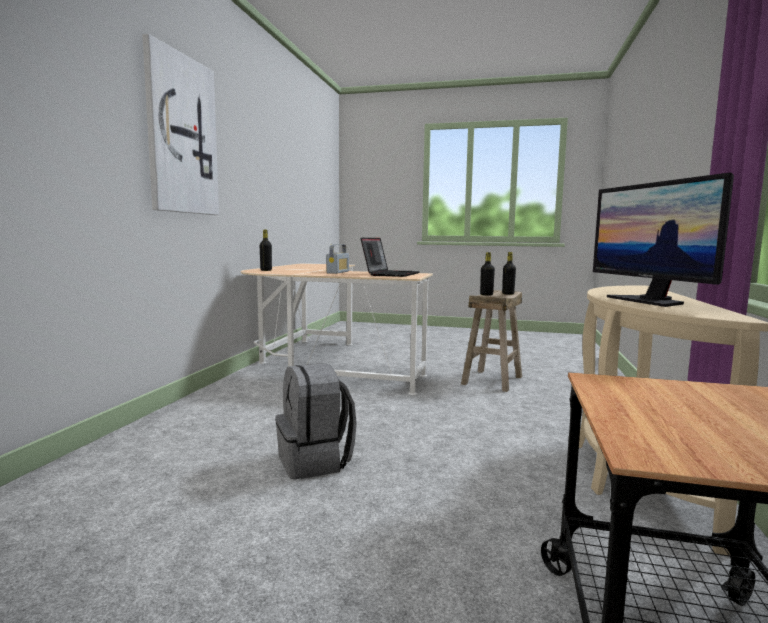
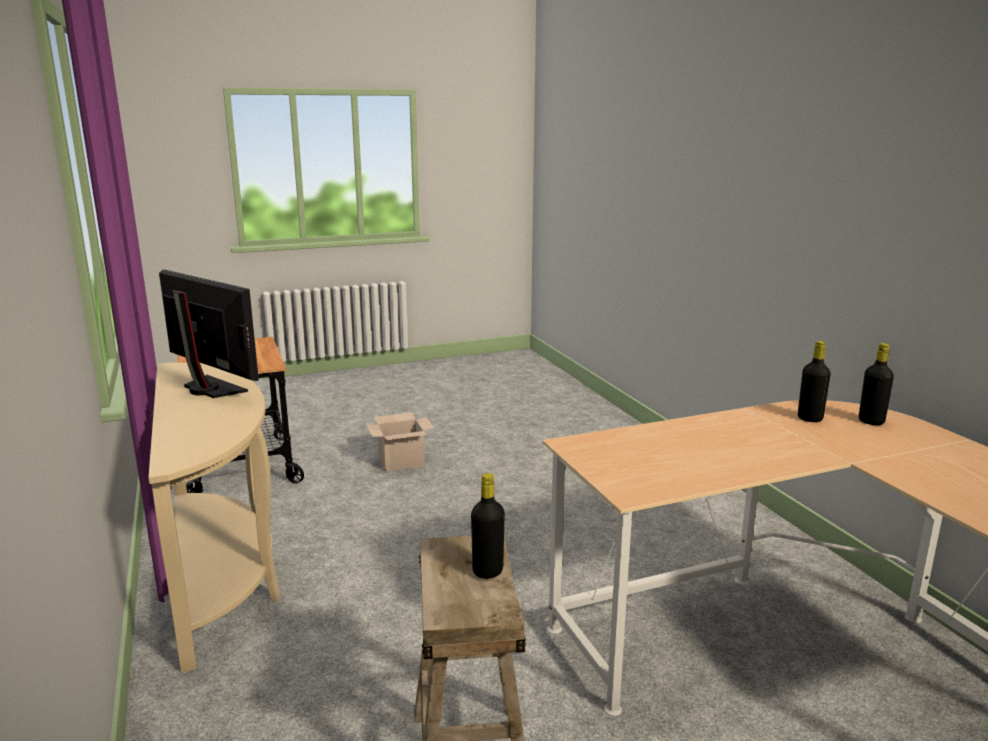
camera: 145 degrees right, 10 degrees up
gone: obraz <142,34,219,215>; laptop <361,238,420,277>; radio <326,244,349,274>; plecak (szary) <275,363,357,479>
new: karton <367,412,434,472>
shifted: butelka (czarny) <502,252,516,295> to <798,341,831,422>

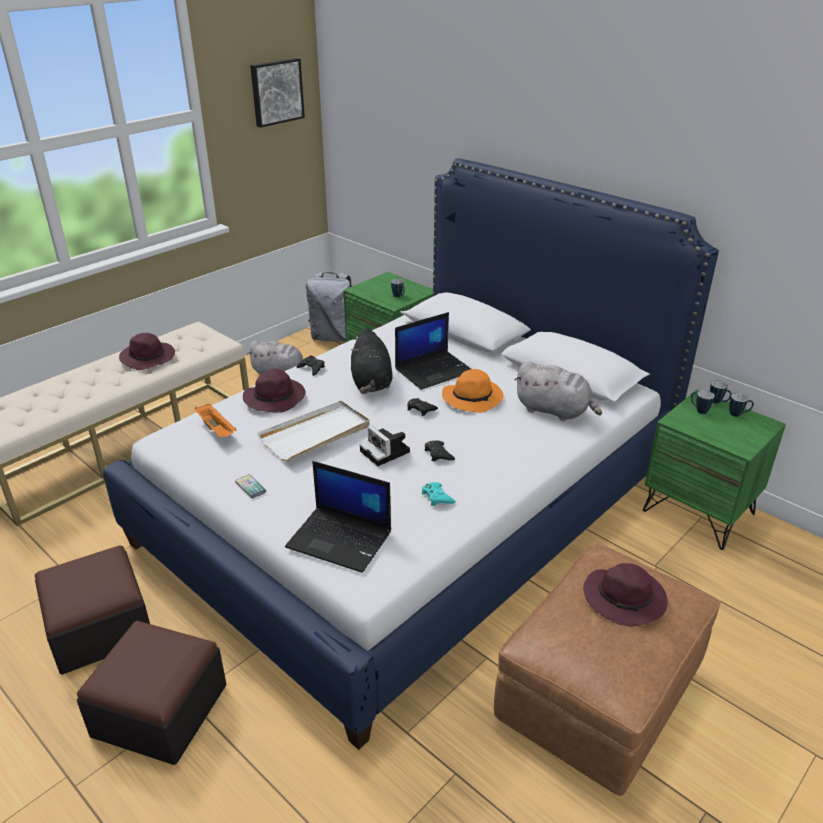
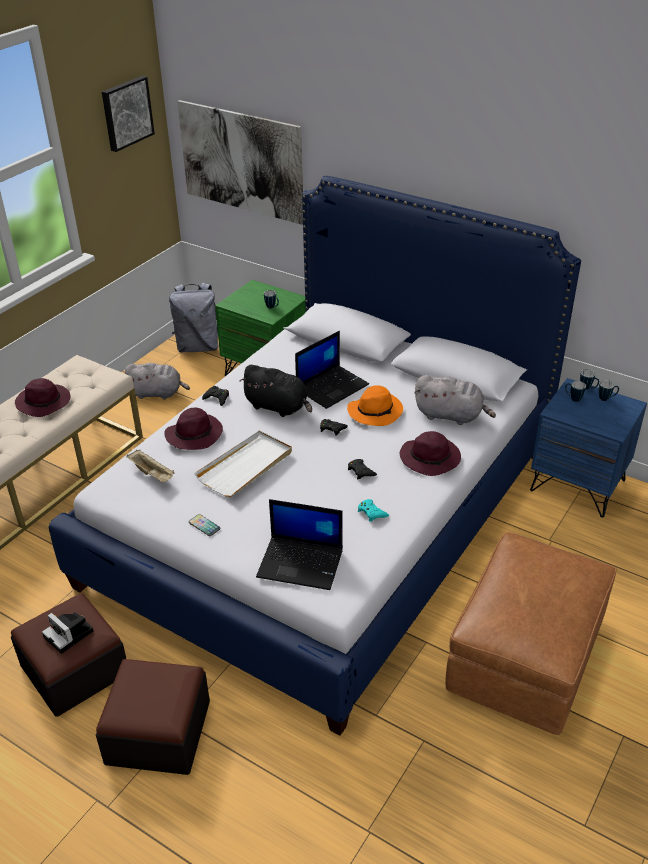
camera: 10 degrees left, 5 degrees up
new: obraz <177,100,303,225>
shifted: aparat fotograficzny <360,426,410,466> to <42,612,94,654>; kapelusz (fioletowy) <583,563,668,626> to <400,431,461,476>
repainted: szafka nocna (zielony) <643,390,786,550> to szafka nocna (niebieski) <530,378,647,518>; taca (pomarańczowy) <195,404,237,438> to taca (beżowy) <127,450,175,483>
rotated: pluszak (czarny) <351,328,393,394> = <239,365,312,417> 45 degrees counterclockwise

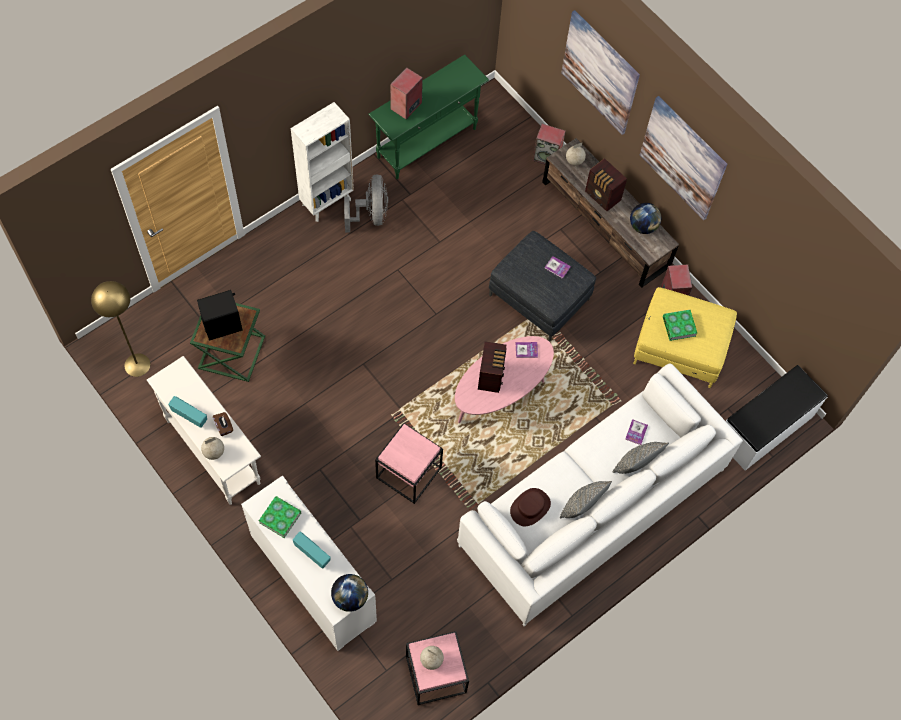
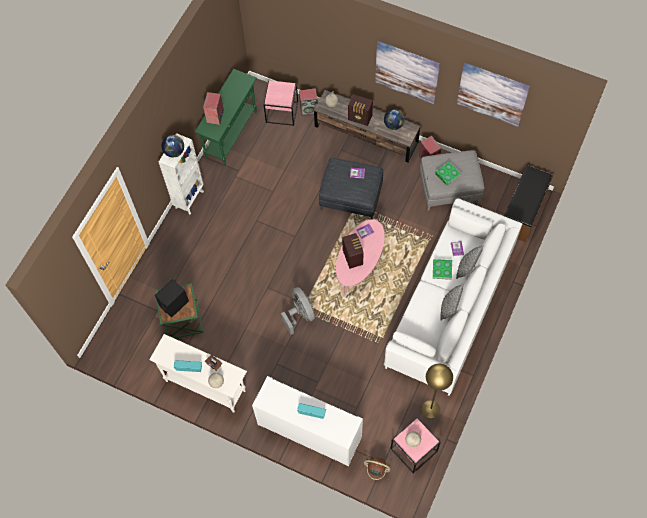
camera: 20 degrees left, 0 degrees up
gone: kapelusz (brązowy) <510,488,551,526>
new: wentylator (brązowy) <362,457,391,483>
shifted: obraz <561,10,640,135> to <457,63,530,127>; wentylator (szary) <344,175,388,232> to <281,287,315,335>; lampa stojąca (żółty) <91,281,150,377> to <422,364,453,418>; stolik (różowy) <375,423,443,504> to <264,80,298,126>; książka <259,496,301,538> to <433,259,452,280>; globus <331,574,368,612> to <161,135,184,157>
repainted: pufa (żółty) <633,287,737,388> to pufa (szary) <420,150,484,210>; ławka (biały) <726,365,828,470> to ławka (brązowy) <504,165,553,242>

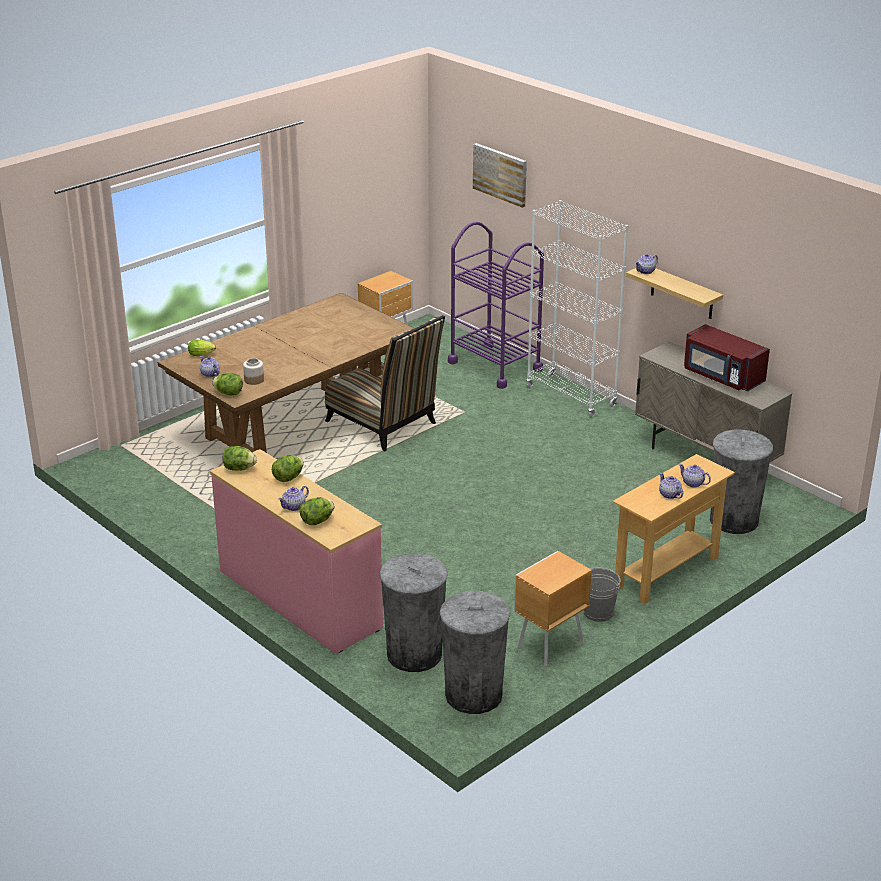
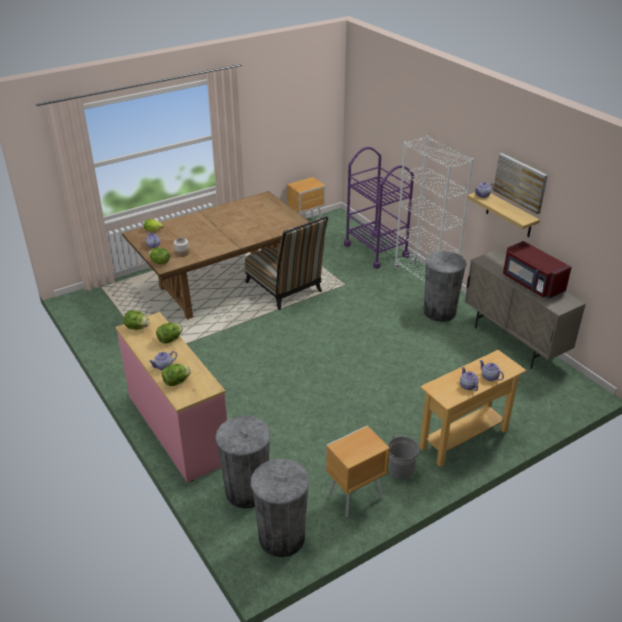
camera: 10 degrees right, 5 degrees up
shifted: obraz <473,143,527,208> to <493,153,548,214>; kosz na śmieci (szary) <710,430,773,534> to <423,251,467,322>

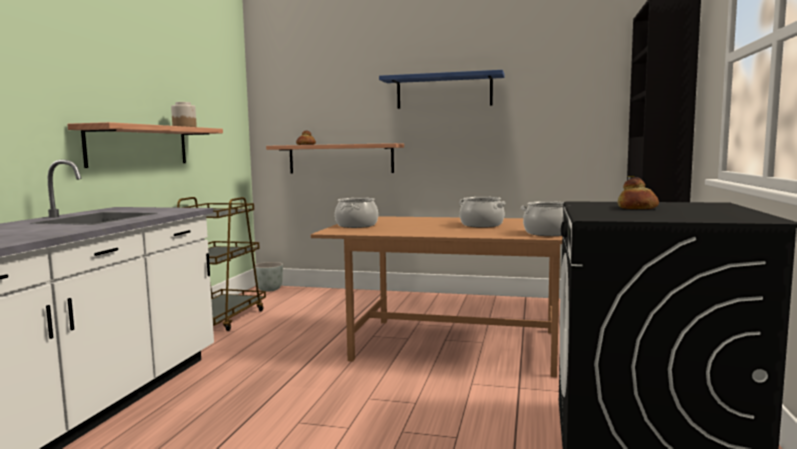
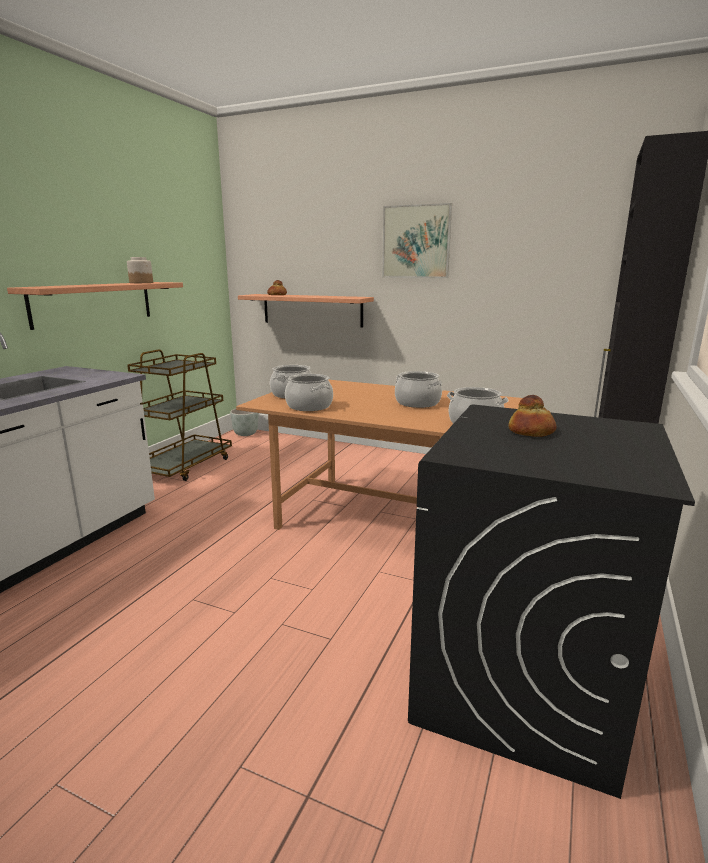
camera: 10 degrees right, 10 degrees up
new: garnek <285,374,333,411>
swapped: półka (niebieski) <379,70,505,109> to obraz <382,203,452,278>

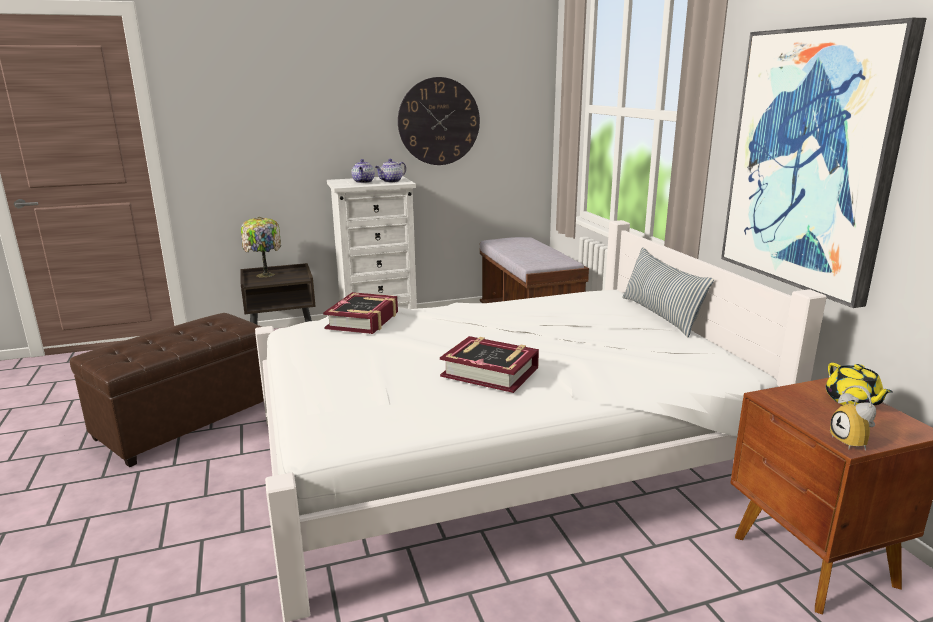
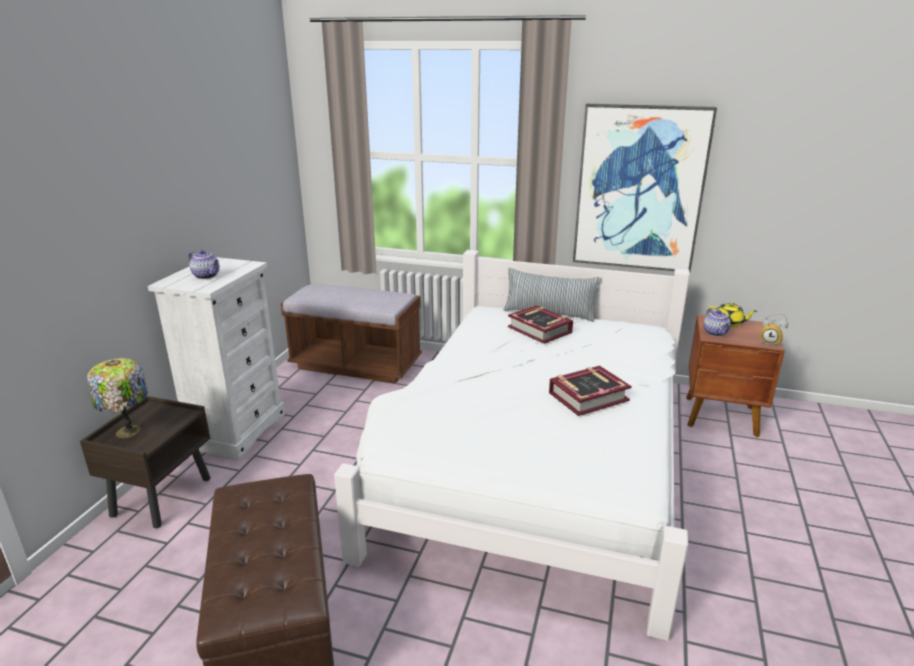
camera: 55 degrees left, 5 degrees up
gone: zegar ścienny <398,77,480,165>
shifted: imbryk <375,159,406,183> to <703,308,731,336>; książka <323,292,398,334> to <508,306,573,344>

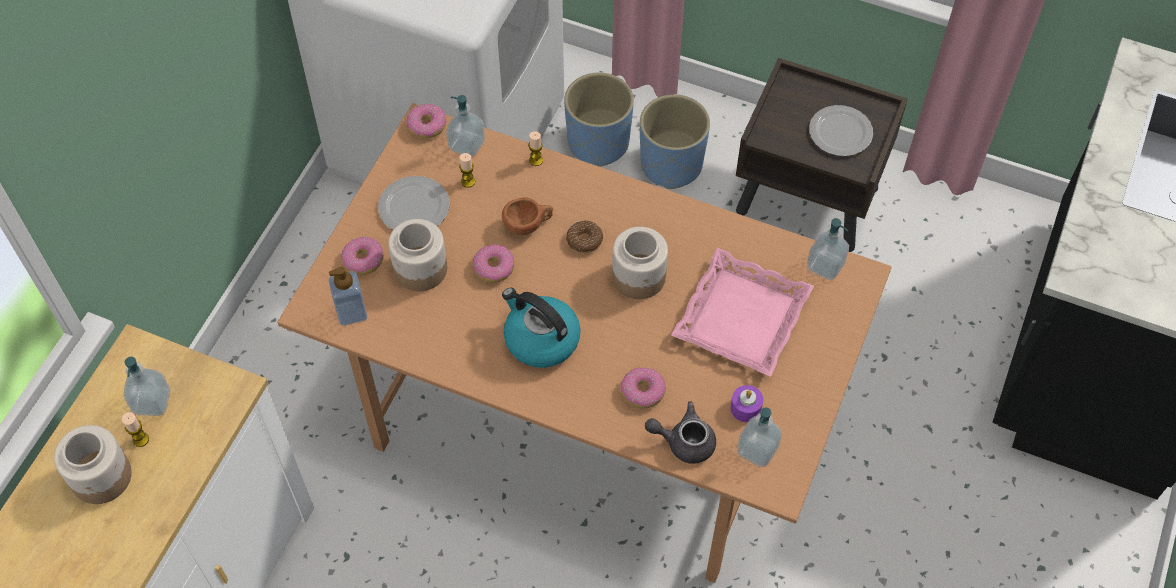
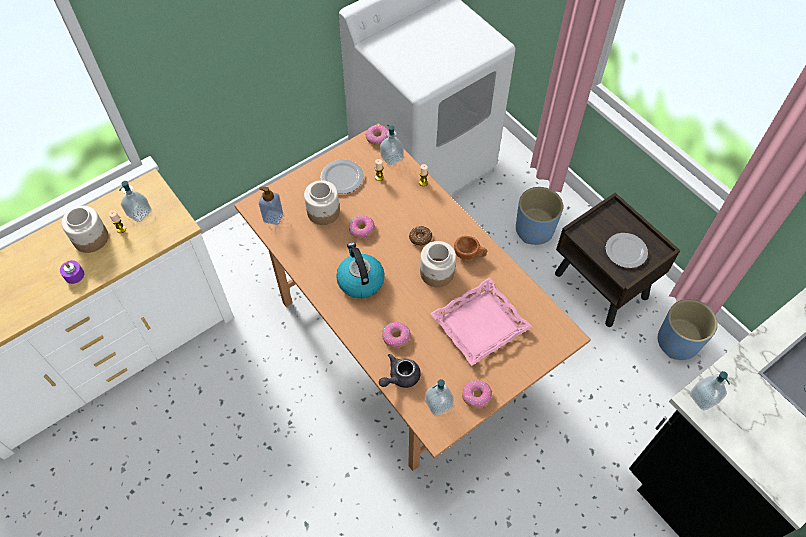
camera: 30 degrees right, 0 degrees up
shifted: donica (niebieski) <564,73,634,167> to <658,299,718,360>; filiżanka (brązowy) <502,198,553,236> to <454,236,487,260>; dozownik mydła <807,218,849,280> to <690,371,730,410>; donut <341,237,383,275> to <462,380,492,409>; świeca (fioletowy) <731,385,763,422> to <60,260,84,284>
rotated: imbryk (szary) <645,401,716,464> = <379,354,421,388> 75 degrees counterclockwise

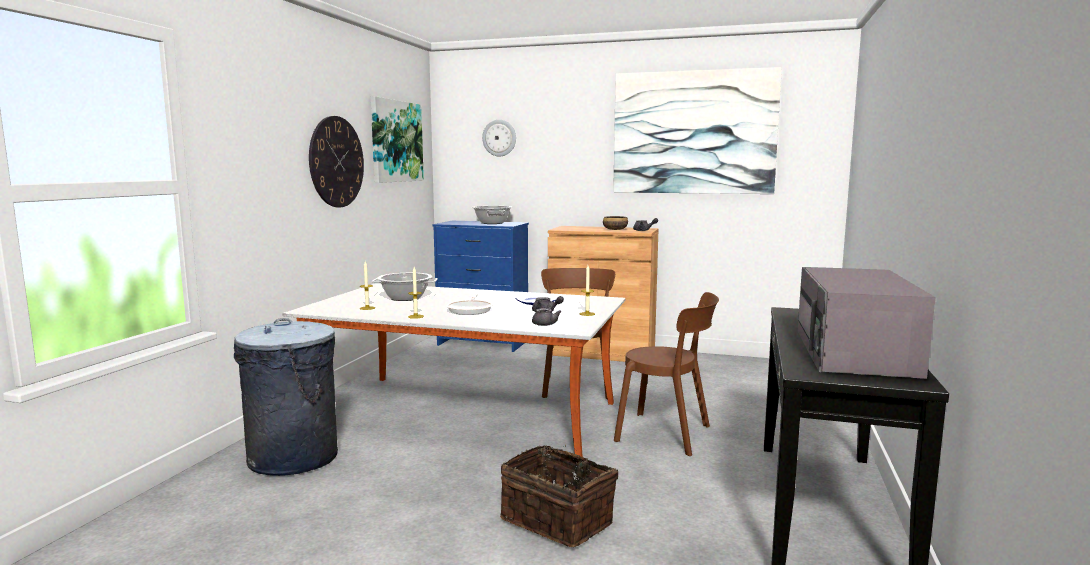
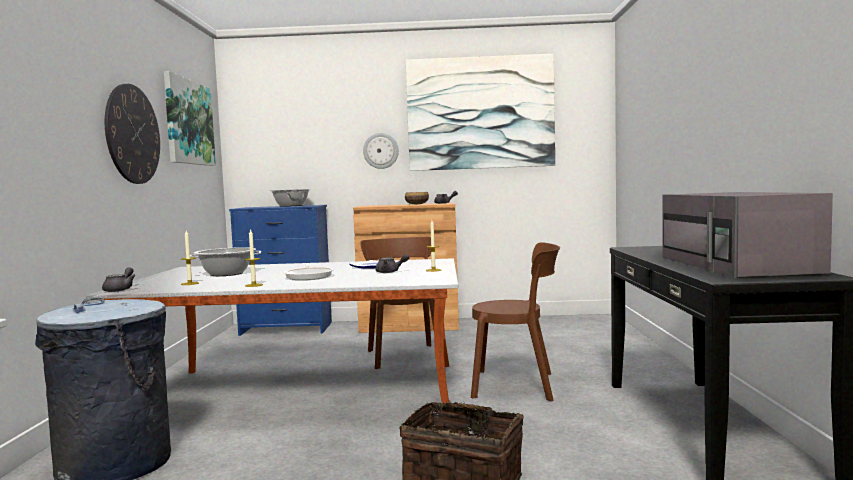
camera: 15 degrees left, 5 degrees down
shifted: zegar ścienny <482,120,516,156> to <363,133,399,169>; imbryk (szary) <532,301,561,326> to <102,267,135,292>

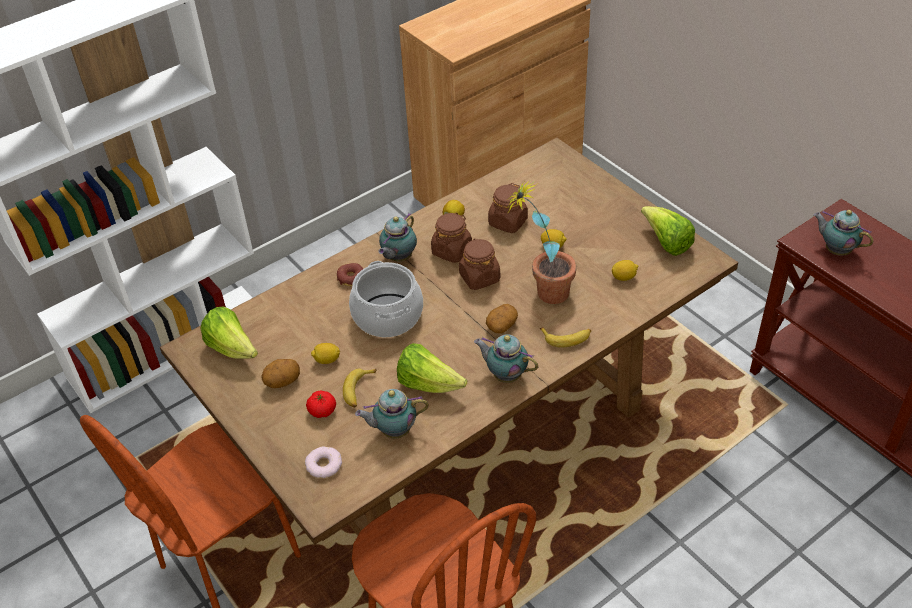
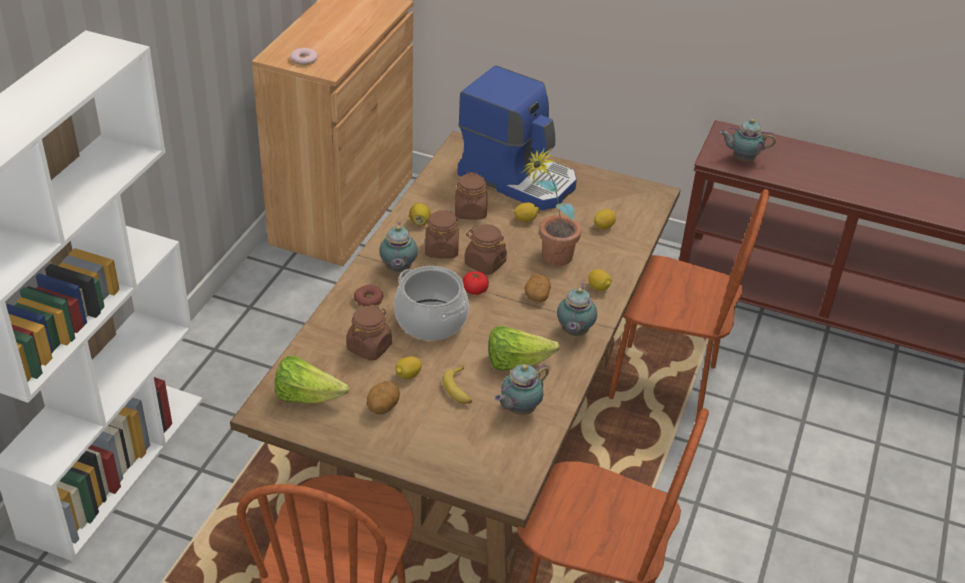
camera: 35 degrees left, 5 degrees down
gone: sałata <641,206,695,256>
new: ekspres do kawy <457,66,577,210>; krzesło (brązowy) <609,189,770,422>; słoik (brązowy) <346,306,392,361>
shifted: pomidor <306,390,336,418> to <463,271,489,295>; donut <305,446,342,478> to <290,48,318,65>
swapped: banan <540,327,591,348> to cytryna <588,269,611,291>
rotated: imbryk <474,334,538,383> = <557,283,597,336> 75 degrees counterclockwise

